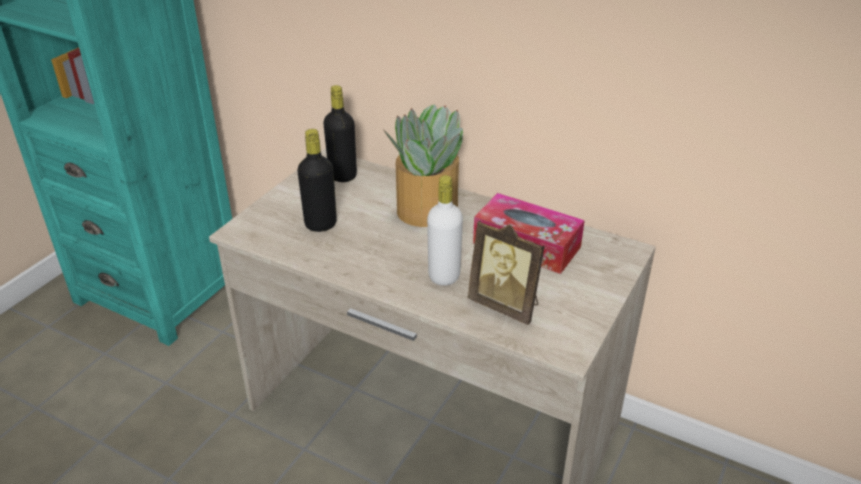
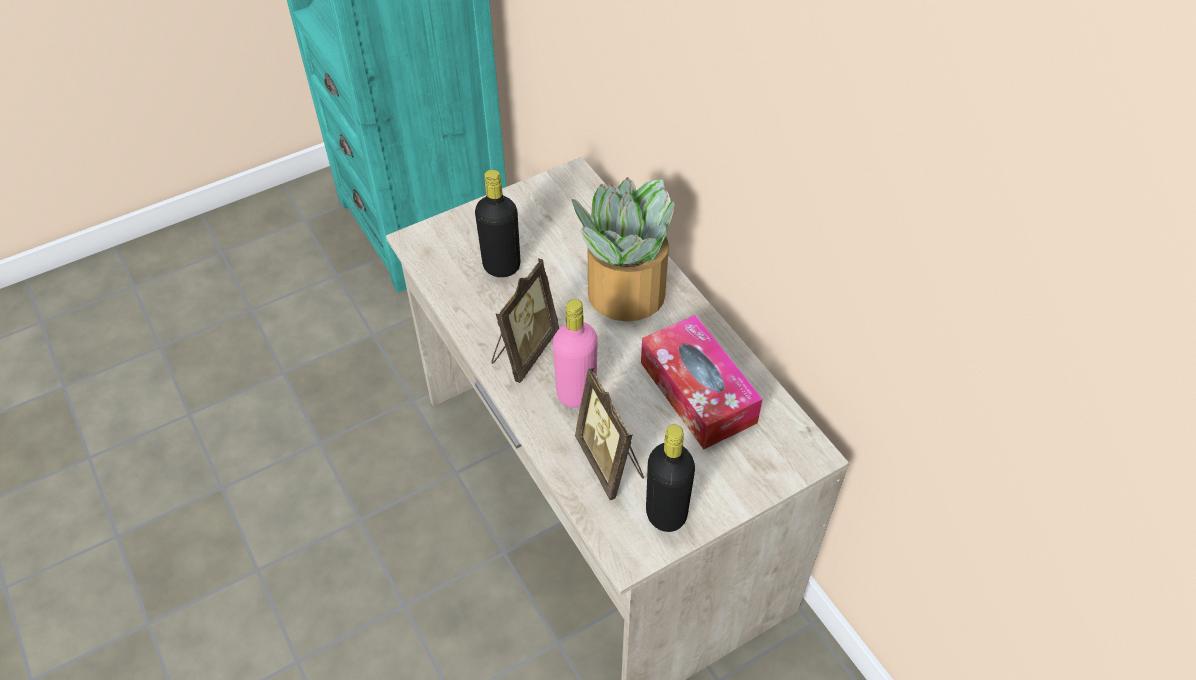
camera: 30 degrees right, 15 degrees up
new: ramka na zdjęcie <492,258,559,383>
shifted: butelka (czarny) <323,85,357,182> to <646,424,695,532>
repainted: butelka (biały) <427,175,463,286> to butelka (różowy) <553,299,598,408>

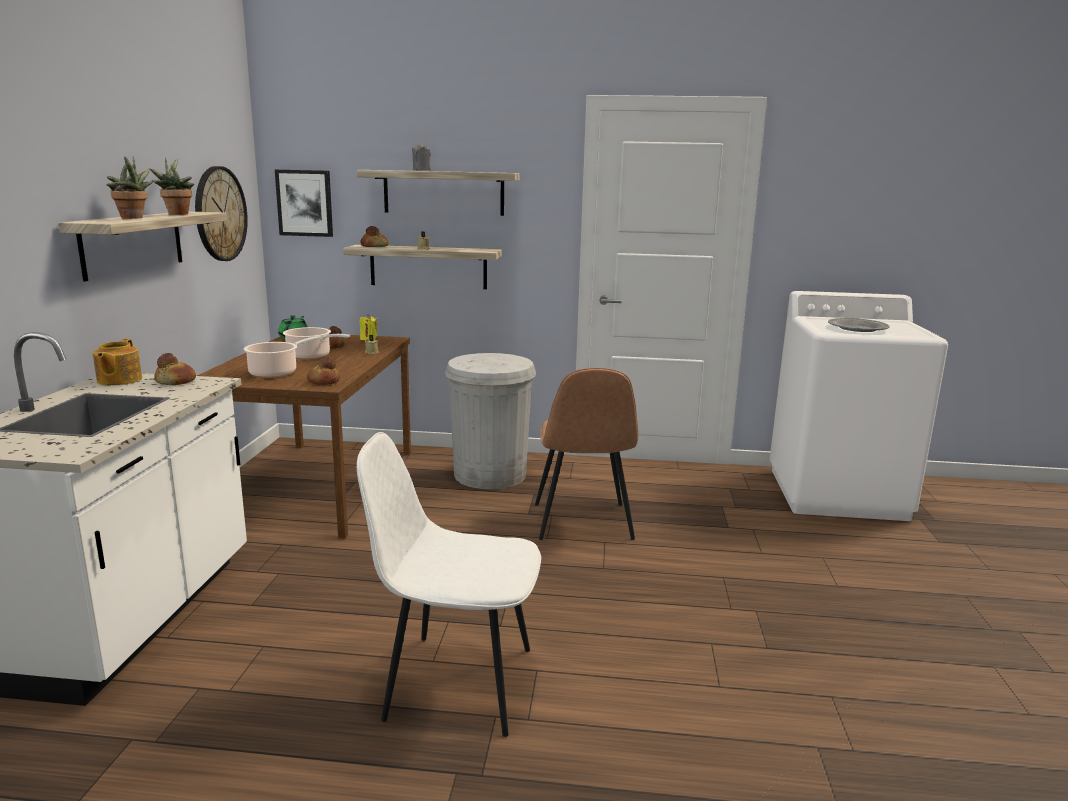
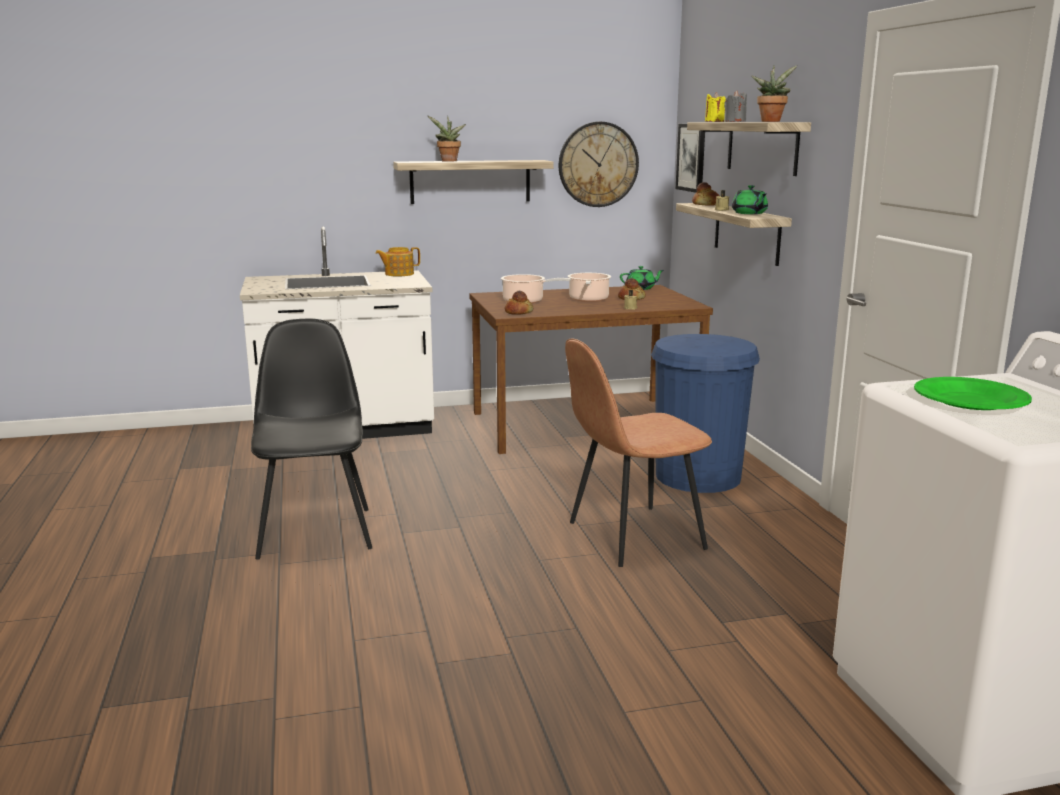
camera: 70 degrees right, 0 degrees up
gone: chleb <154,353,196,385>
new: imbryk (zielony) <732,185,768,214>
shifted: roślina doniczkowa <150,158,194,215> to <752,65,797,122>; świeca (żółty) <360,314,377,340> to <705,92,726,122>
repainted: talerz (szary) <828,318,890,332> to talerz (zielony) <914,377,1032,410>; kosz na śmieci (biały) <445,353,536,489> to kosz na śmieci (niebieski) <651,334,760,493>; krzesło (biały) <357,432,541,737> to krzesło (czarny) <251,319,372,560>

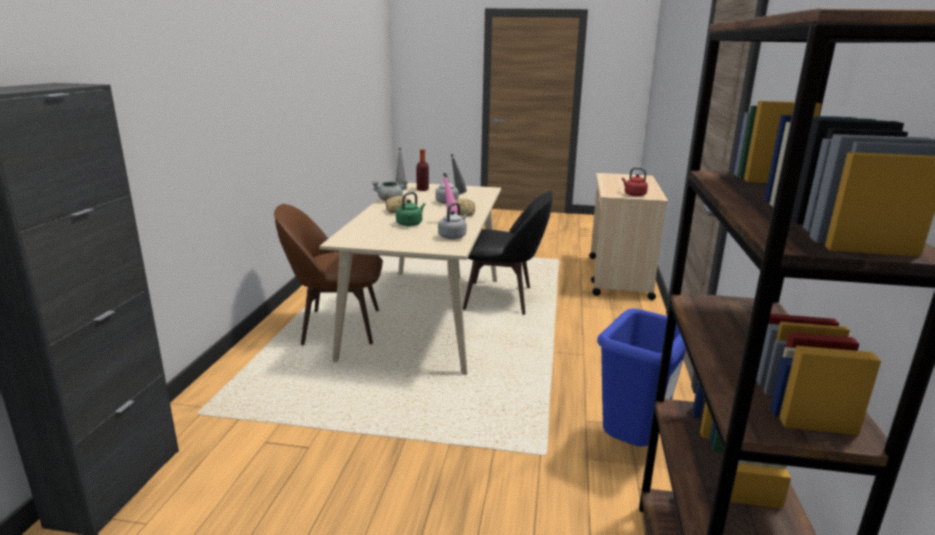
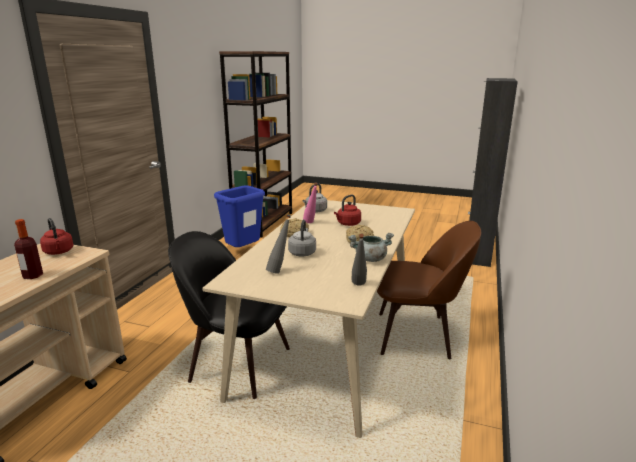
camera: 170 degrees left, 0 degrees up
shifted: butelka <416,149,429,191> to <14,219,43,279>
repainted: czajnik (zielony) <396,192,425,226> to czajnik (czerwony) <334,195,361,226>

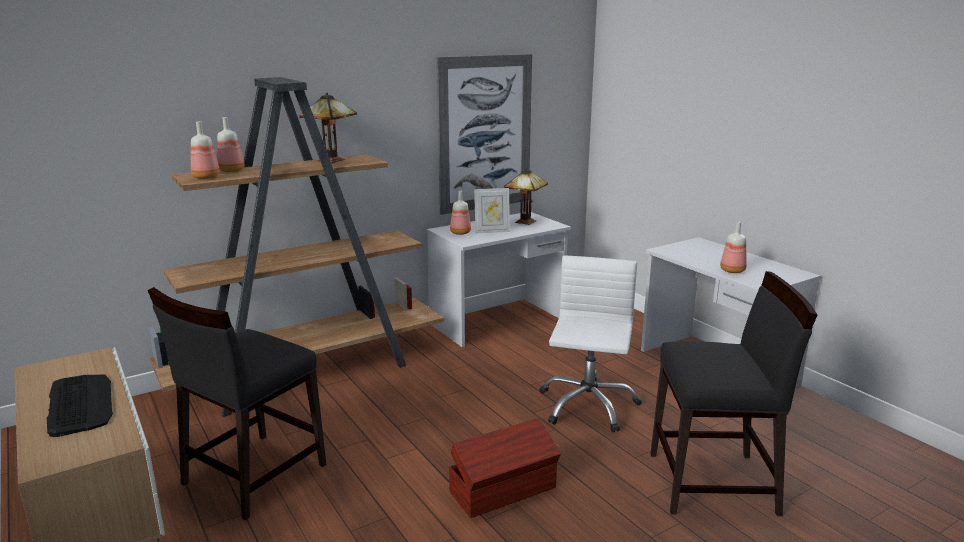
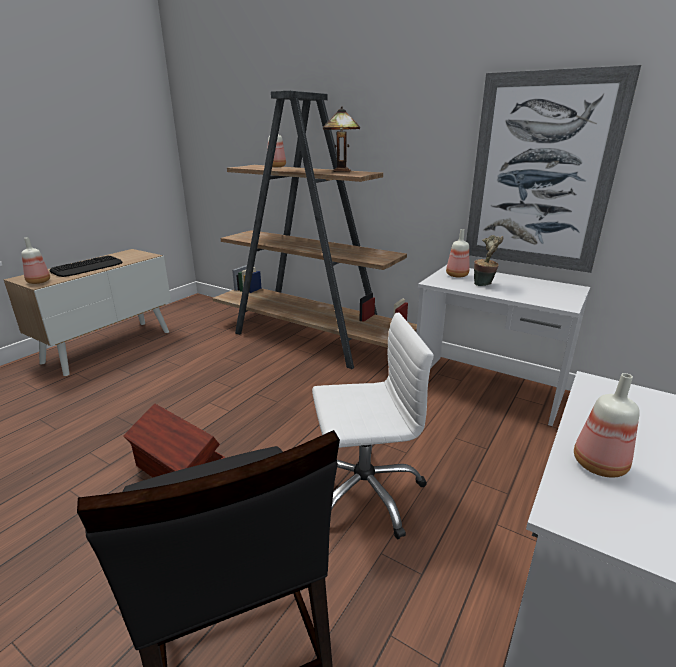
camera: 65 degrees right, 5 degrees up
gone: lampa stołowa <504,168,548,225>; krzesło (czarny) <148,287,326,520>
shifted: butelka <191,121,220,179> to <22,237,50,284>
swapped: ramka na zdjęcie <474,188,510,233> to roślina doniczkowa <474,235,503,286>

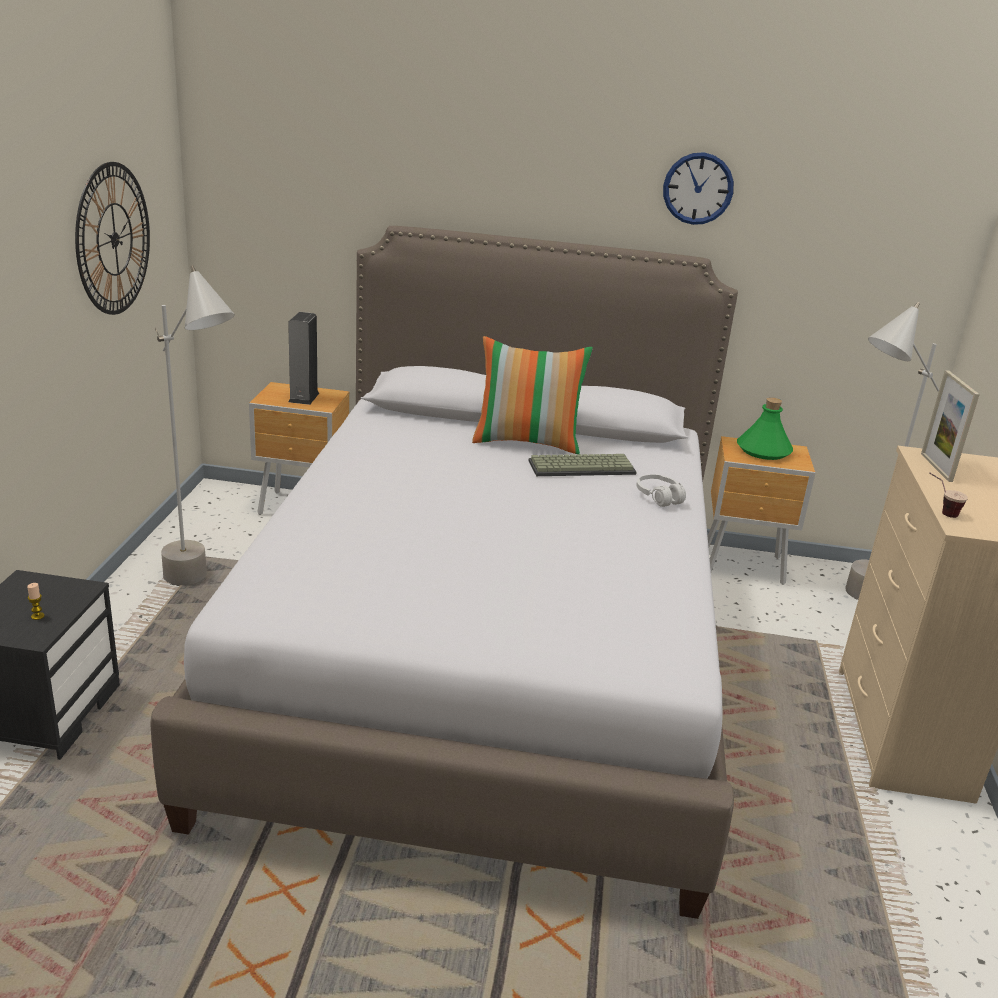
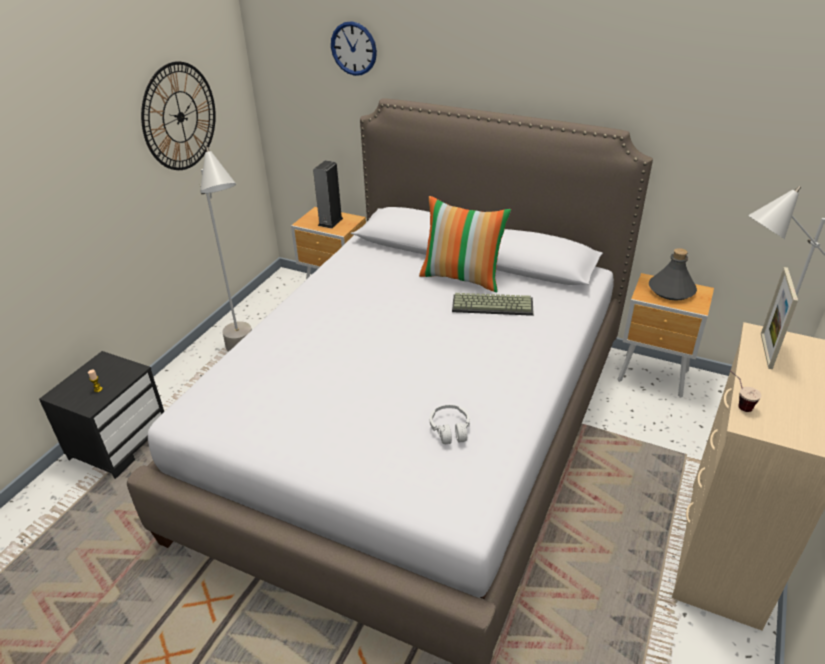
camera: 20 degrees right, 10 degrees up
shifted: zegar ścienny <663,152,734,225> to <331,21,377,76>; słuchawki (biały) <636,474,686,507> to <430,405,470,444>
repainted: butelka (zielony) <737,397,793,460> to butelka (szary) <649,248,697,301>

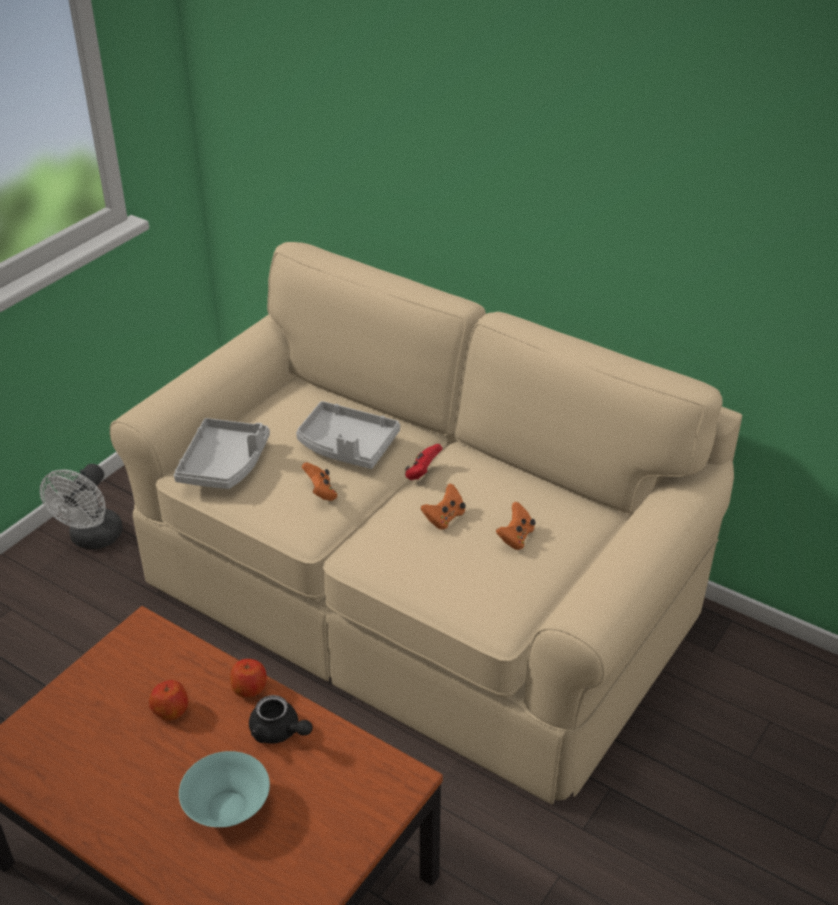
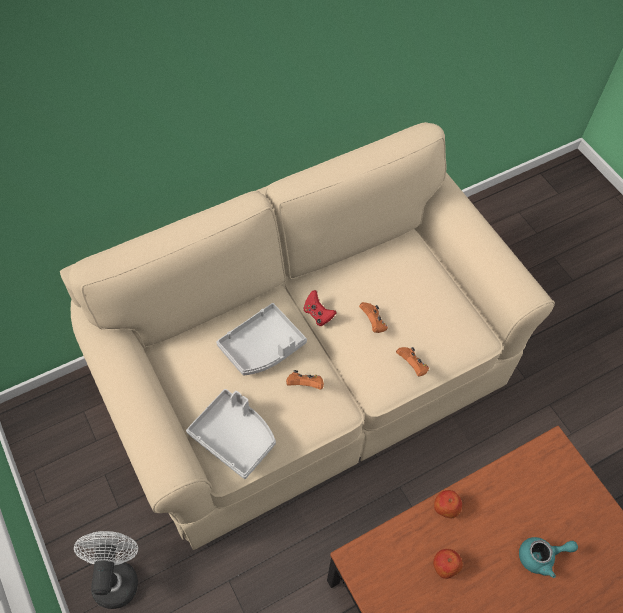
camera: 65 degrees left, 20 degrees up
gone: imbryk (czarny) <249,695,313,743>
shifted: pad do gier (pomarańczowy) <496,502,536,550> to <396,347,429,377>
swapped: miska (turkusowy) <179,751,270,827> to imbryk (turkusowy) <519,537,578,578>
rotated: wentylator (biały) <40,464,123,549> = <74,531,138,609> 135 degrees counterclockwise

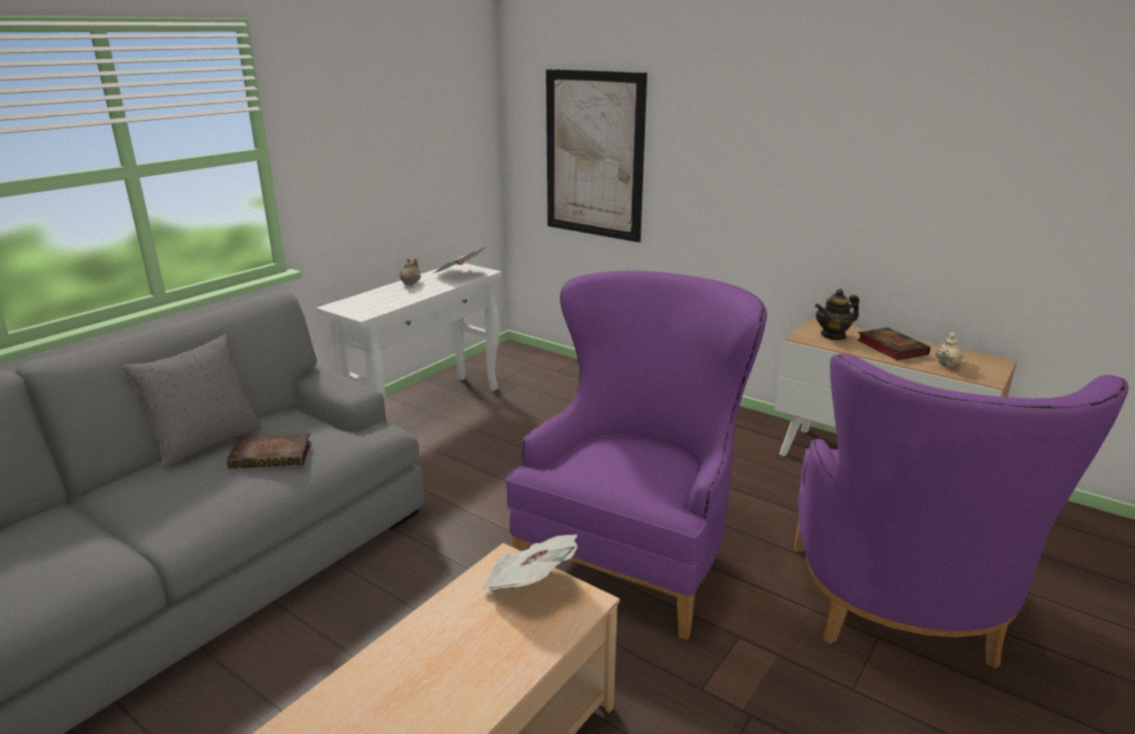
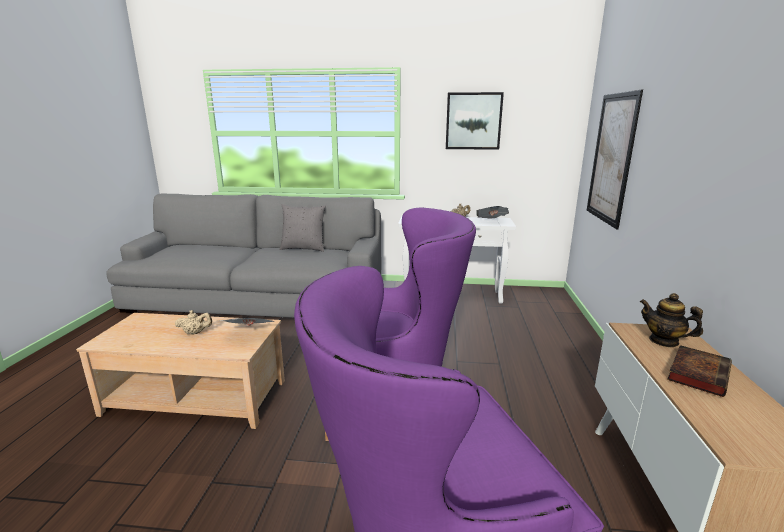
camera: 60 degrees right, 5 degrees down
gone: książka <227,433,311,469>
new: obraz <446,92,504,150>
shifted: imbryk (beżowy) <936,332,964,367> to <175,310,212,335>

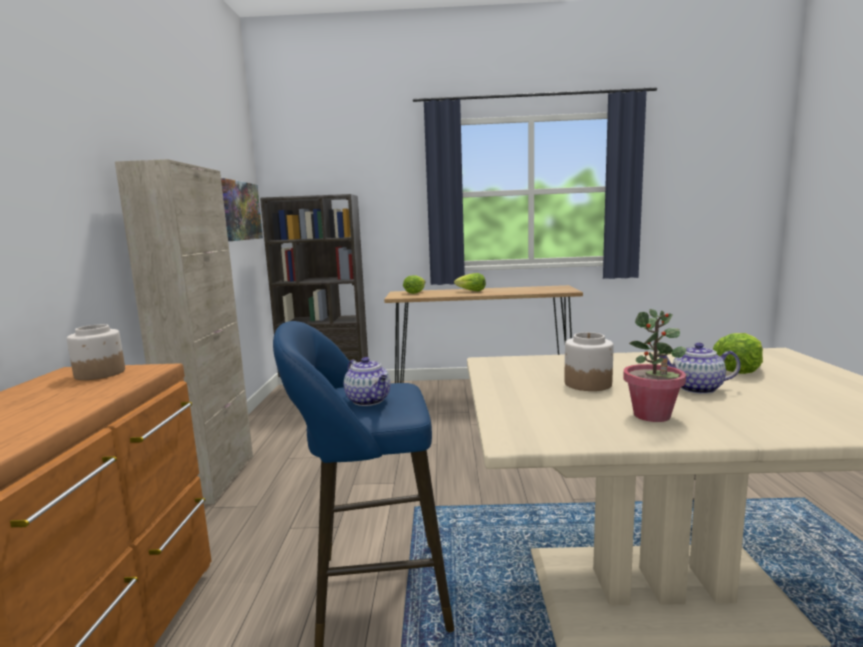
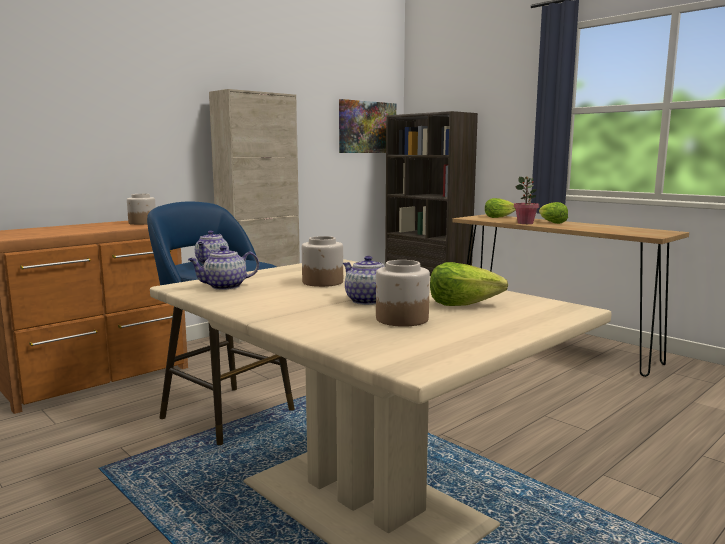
camera: 45 degrees right, 0 degrees up
new: imbryk <188,246,259,290>; słoik <376,260,430,327>
shifted: roślina doniczkowa <623,309,687,422> to <514,176,539,224>

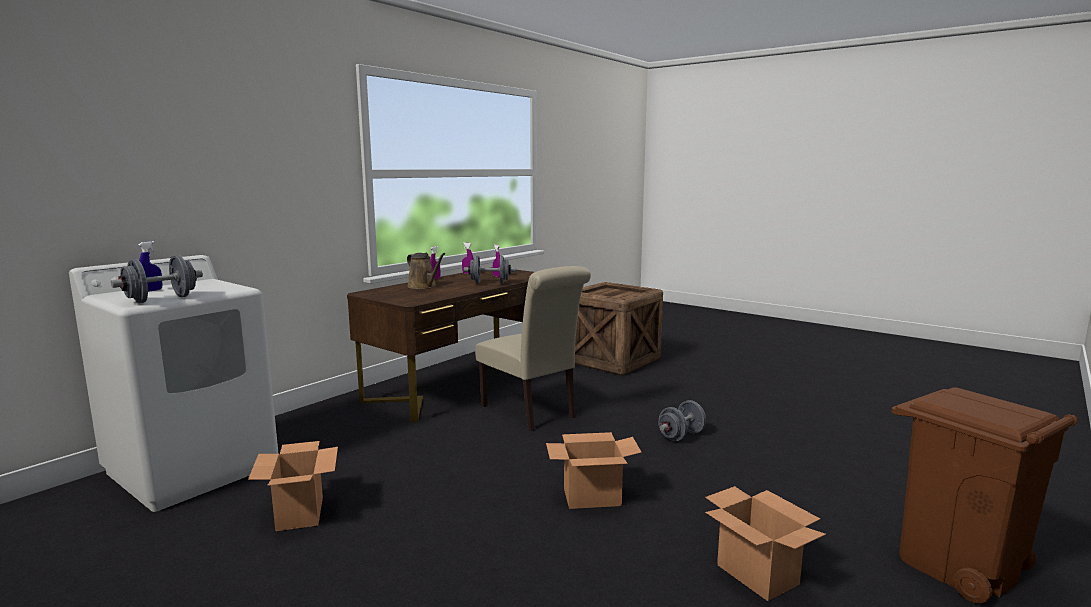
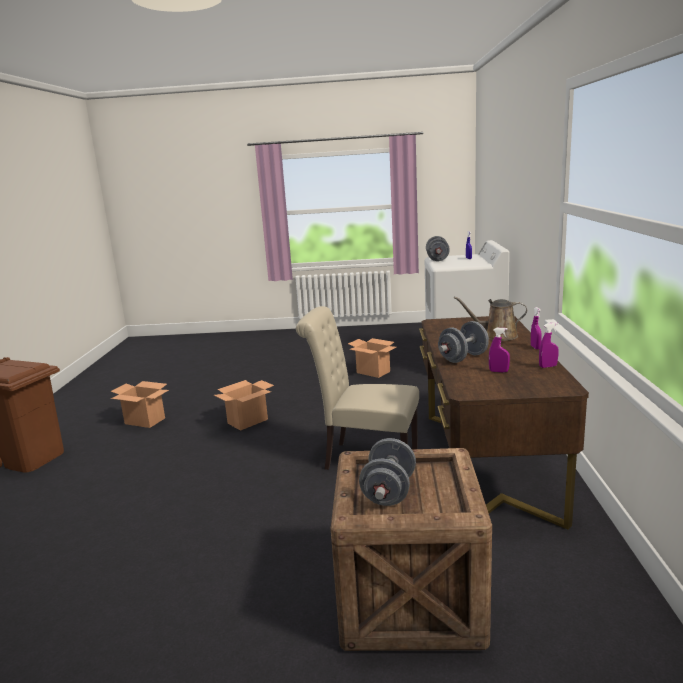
camera: 145 degrees right, 5 degrees up
shifted: hantel (szary) <658,400,706,441> to <359,438,416,506>

